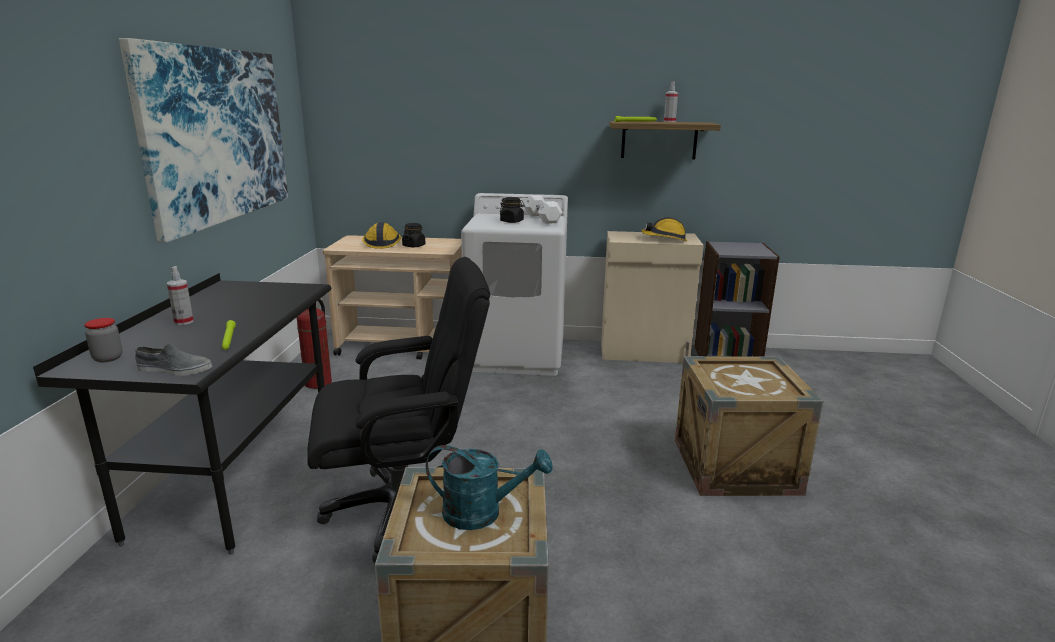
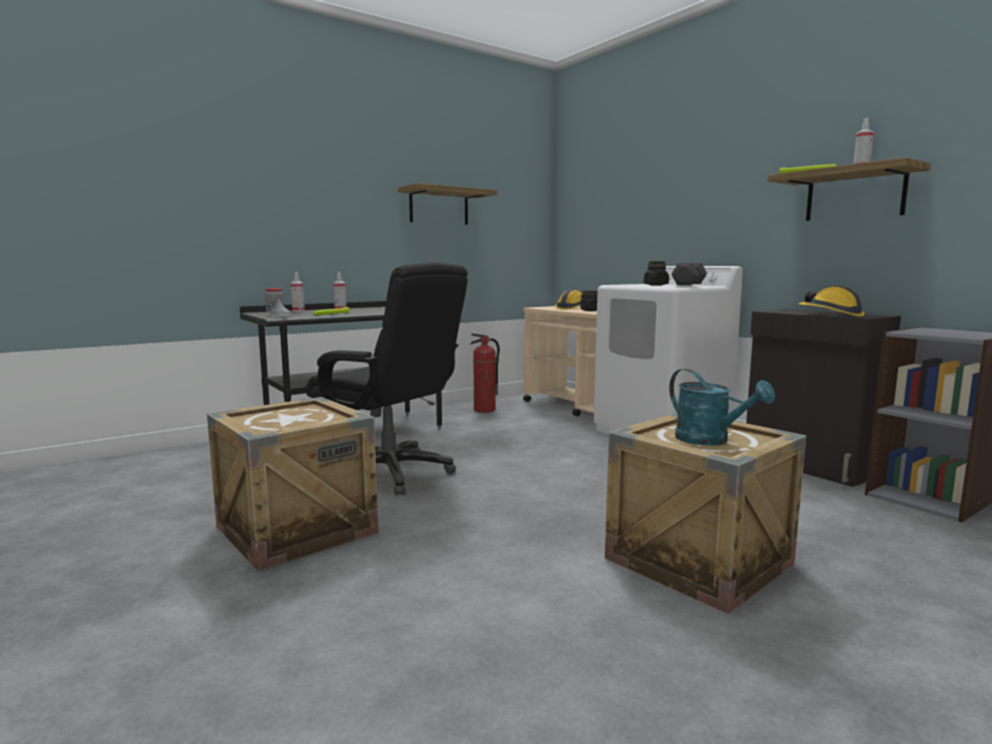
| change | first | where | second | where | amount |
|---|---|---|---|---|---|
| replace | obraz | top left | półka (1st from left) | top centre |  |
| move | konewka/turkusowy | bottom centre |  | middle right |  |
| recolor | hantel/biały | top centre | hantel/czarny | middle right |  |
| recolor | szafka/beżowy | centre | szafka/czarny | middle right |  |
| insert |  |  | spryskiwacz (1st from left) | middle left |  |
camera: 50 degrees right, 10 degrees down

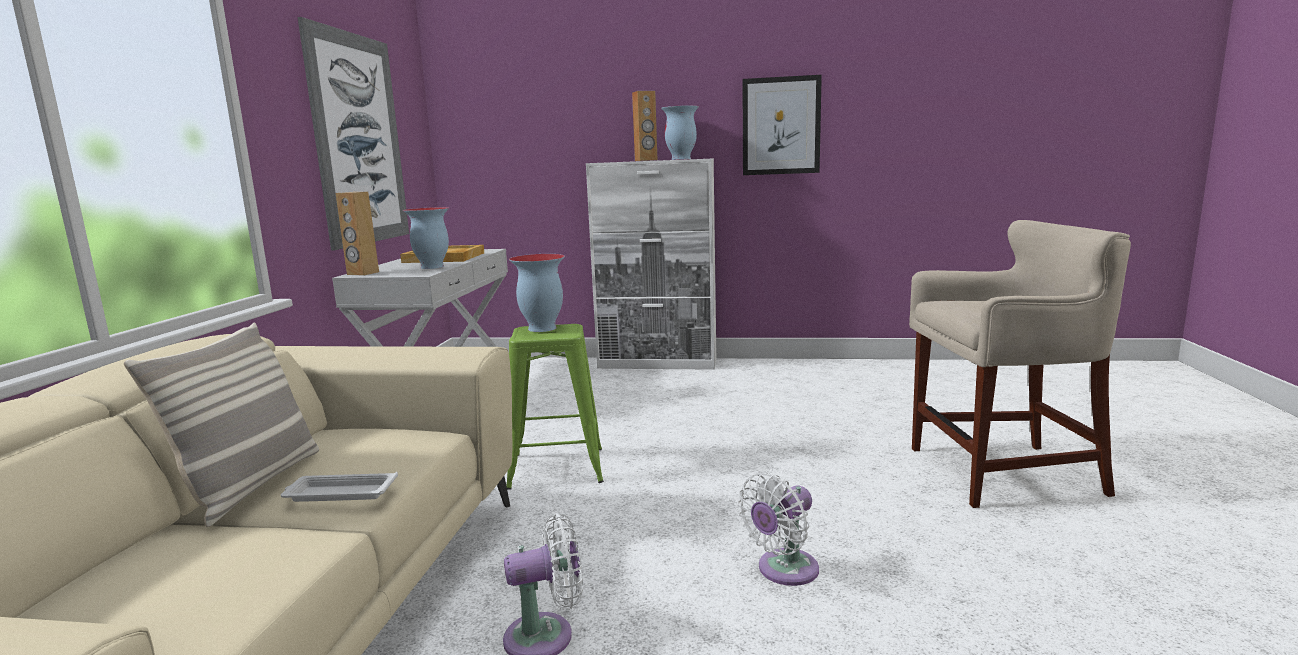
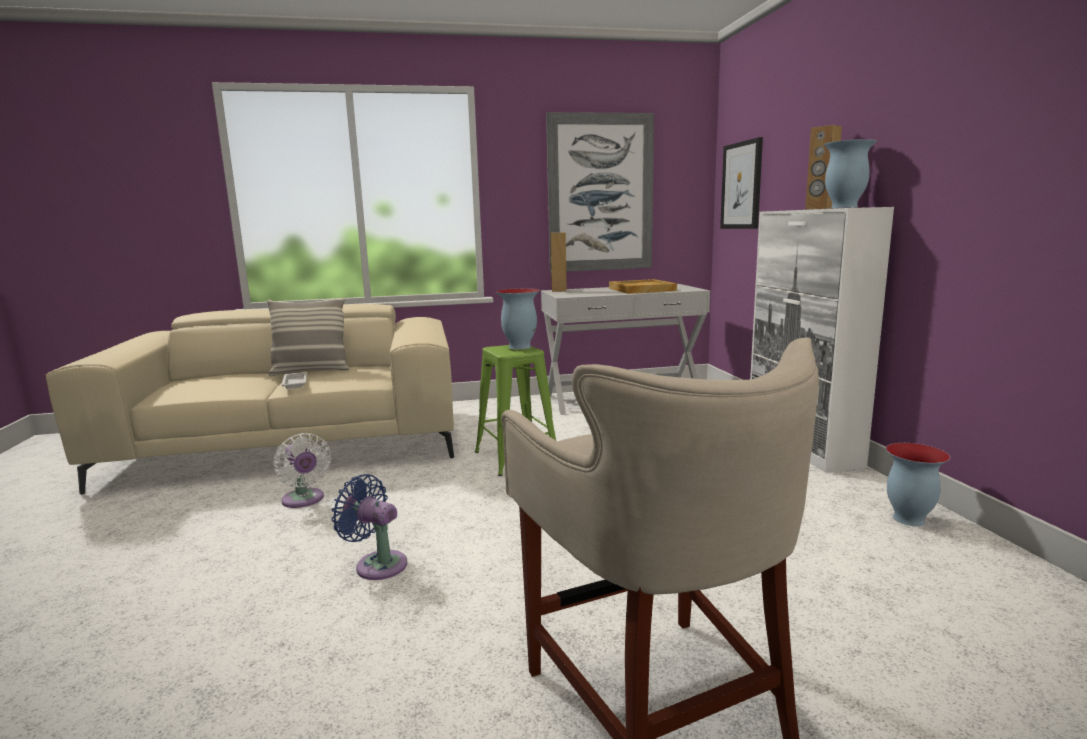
| change | first | where | second | where | amount |
|---|---|---|---|---|---|
| move | wazon (1st from left in the first image) | middle left | wazon (3rd from left) | middle right |  |
| recolor | wentylator/biały (2nd from left) | bottom centre | wentylator/niebieski | bottom centre |  |
| move | obraz (2nd from left) | top centre |  | top right |  |
camera: 70 degrees right, 0 degrees up

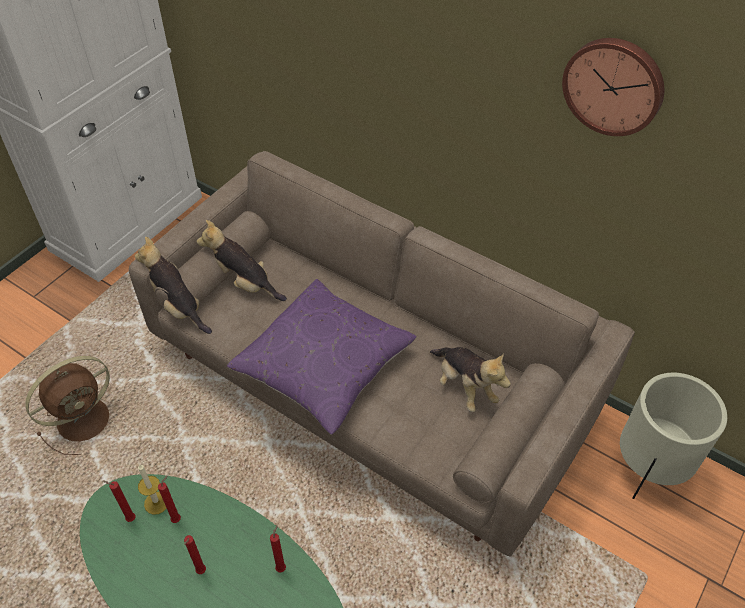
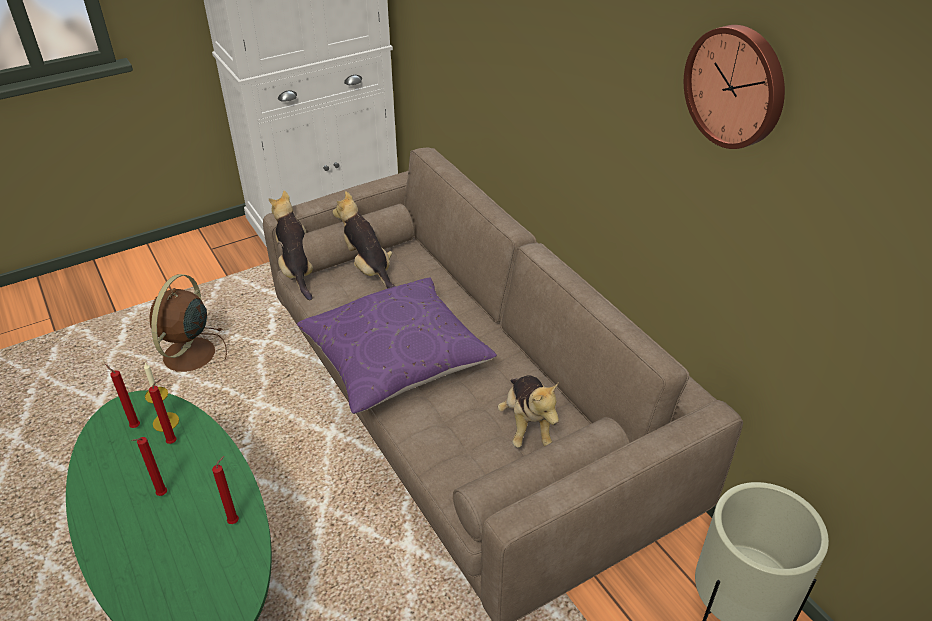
| change | first | where | second | where | amount |
|---|---|---|---|---|---|
| rotate | wentylator/brązowy | middle left |  | middle left | 120 degrees clockwise |
camera: 25 degrees right, 10 degrees down

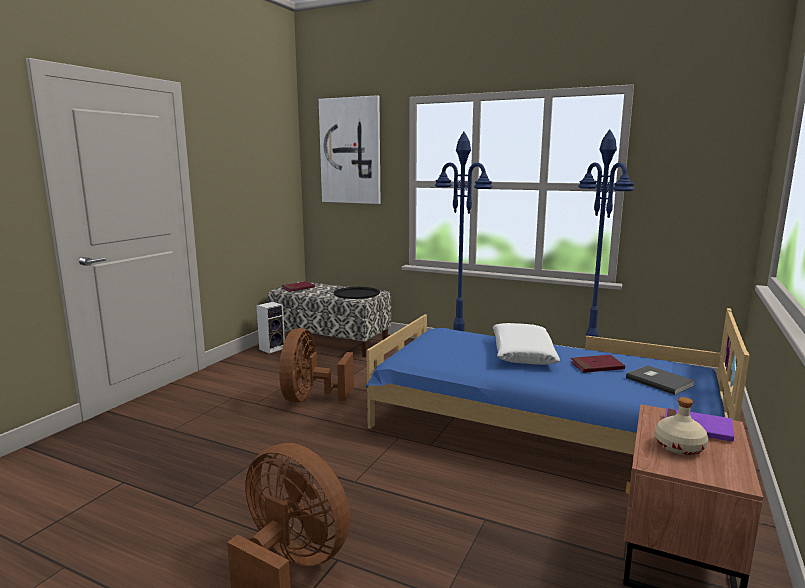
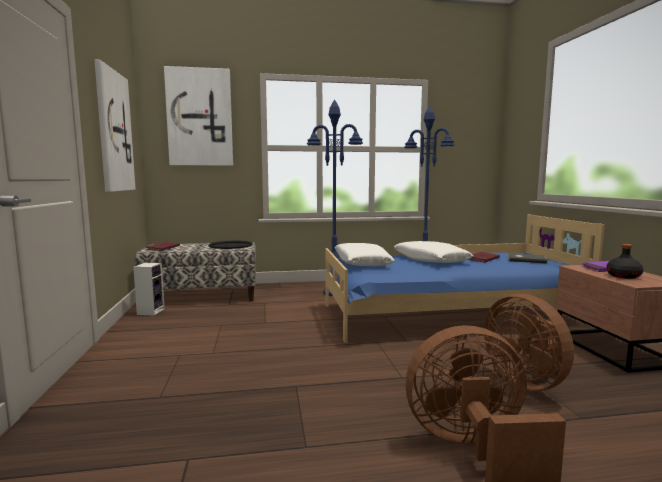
| change | first | where | second | where | amount |
|---|---|---|---|---|---|
| move | wentylator/brązowy (2nd from left) | centre |  | bottom right |  |
| recolor | butelka/beżowy | bottom right | butelka/czarny | middle right |  |
| insert |  |  | obraz (1st from left) | top left |  |
| insert |  |  | poduszka/biały (1st from left) | centre |  |
camera: 35 degrees left, 5 degrees down

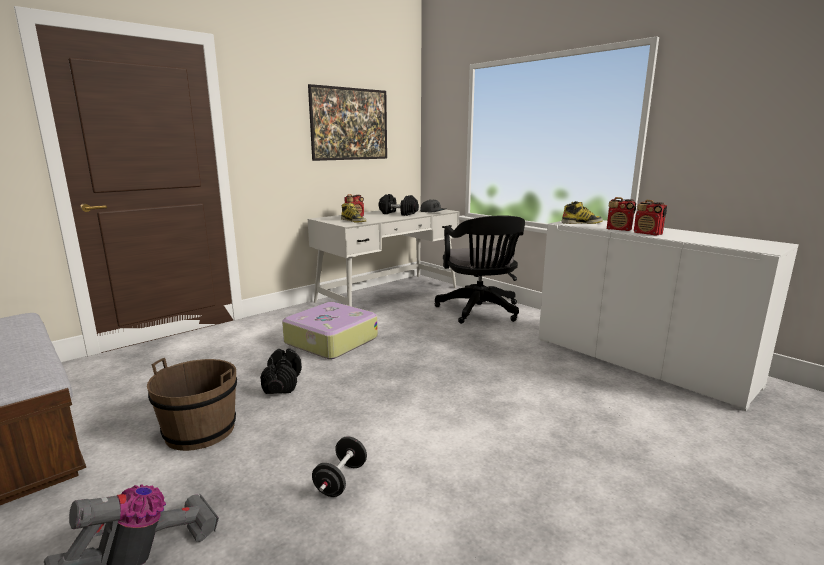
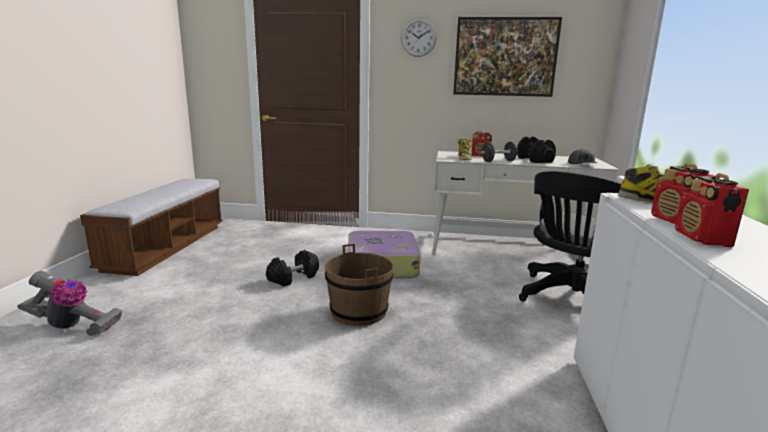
| change | first | where | second | where | amount |
|---|---|---|---|---|---|
| move | wiadro/brązowy | bottom left |  | centre |  |
| move | hantel/czarny (2nd from left) | bottom centre |  | centre |  |
| insert |  |  | zegar ścienny | top centre |  |
camera: 50 degrees right, 0 degrees up

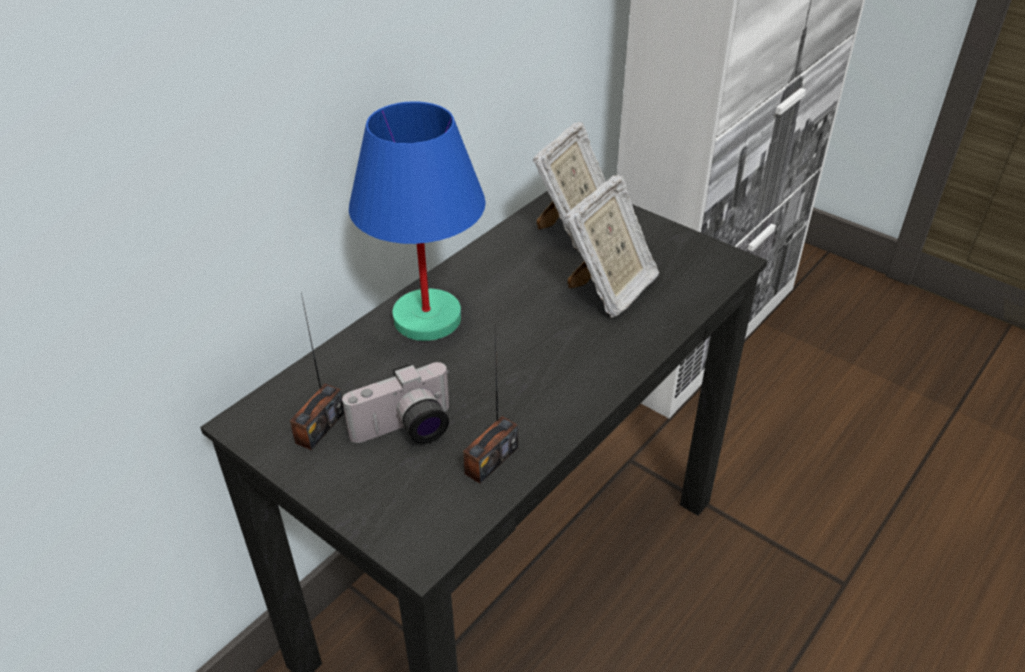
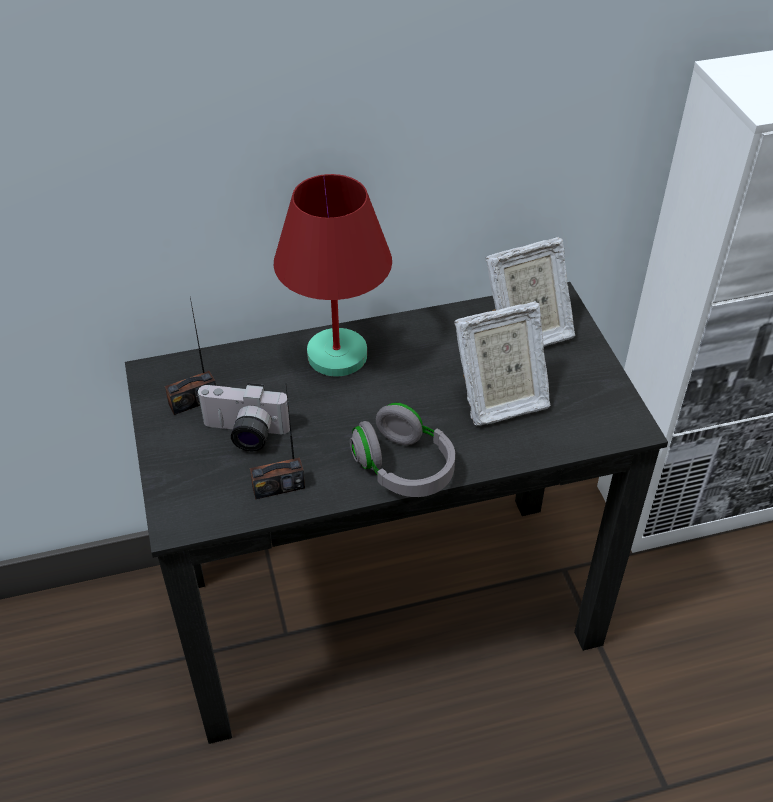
| change | first | where | second | where | amount |
|---|---|---|---|---|---|
| recolor | lampa stołowa/niebieski | top centre | lampa stołowa/czerwony | centre |  |
| insert |  |  | słuchawki/szary | centre |  |
camera: 35 degrees right, 5 degrees up

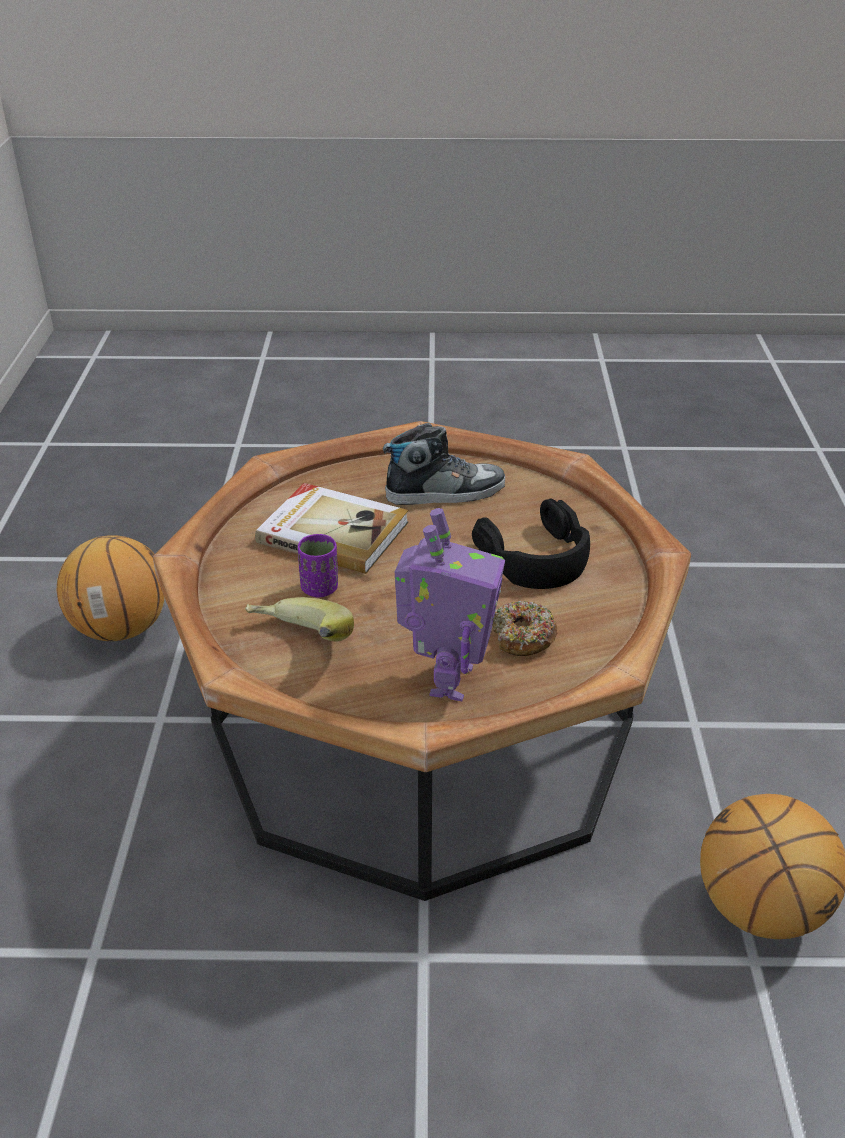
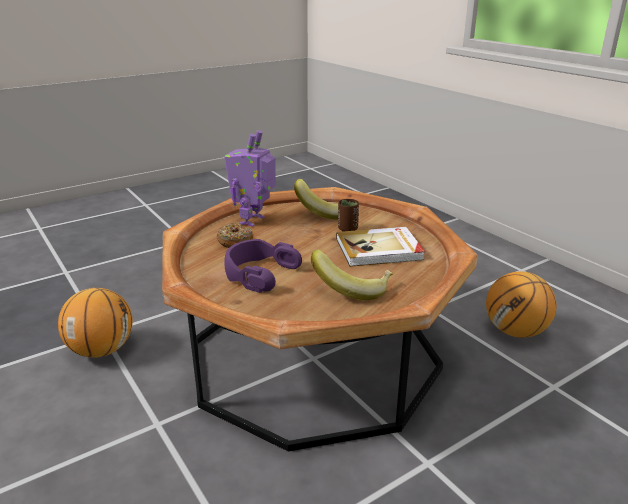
| change | first | where | second | where | amount |
|---|---|---|---|---|---|
| recolor | filiżanka/fioletowy | centre | filiżanka/brązowy | centre |  |
| replace | but | centre | banan (2nd from left) | centre |  |
| rotate | robot zabawkowy | centre |  | centre | 45 degrees clockwise |
| recolor | słuchawki/czarny | centre | słuchawki/fioletowy | centre |  |
camera: 145 degrees right, 10 degrees down

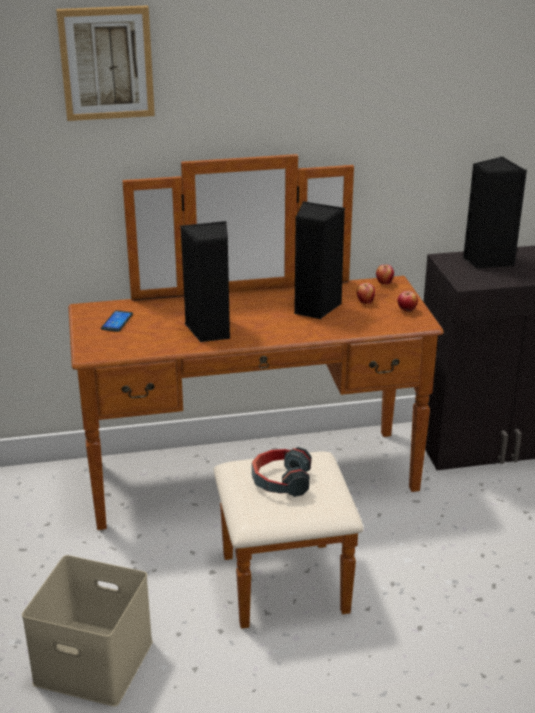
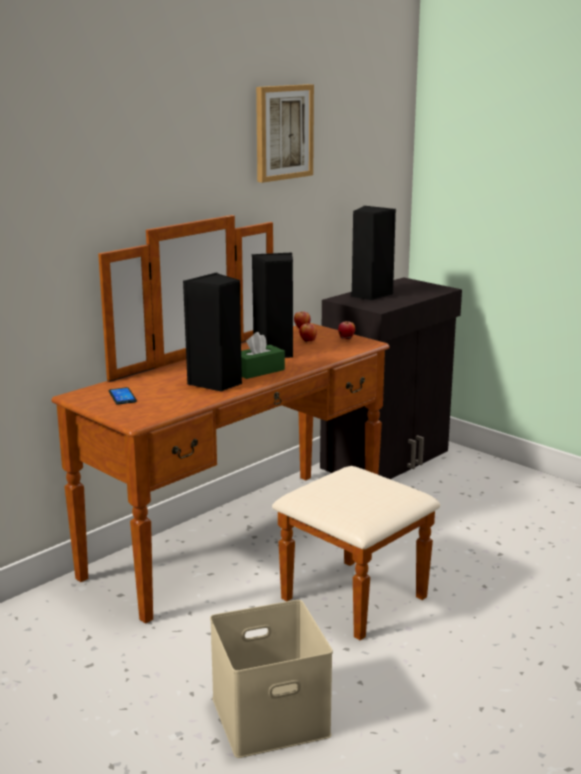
| change | first | where | second | where | amount |
|---|---|---|---|---|---|
| move | obraz | top left |  | top centre |  |
| delete | słuchawki | centre |  |  |  |
| insert |  |  | pudełko chusteczek/zielony | centre |  |
camera: 35 degrees left, 10 degrees down

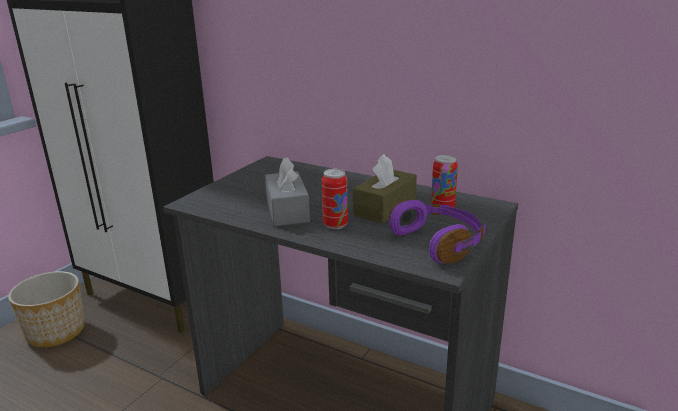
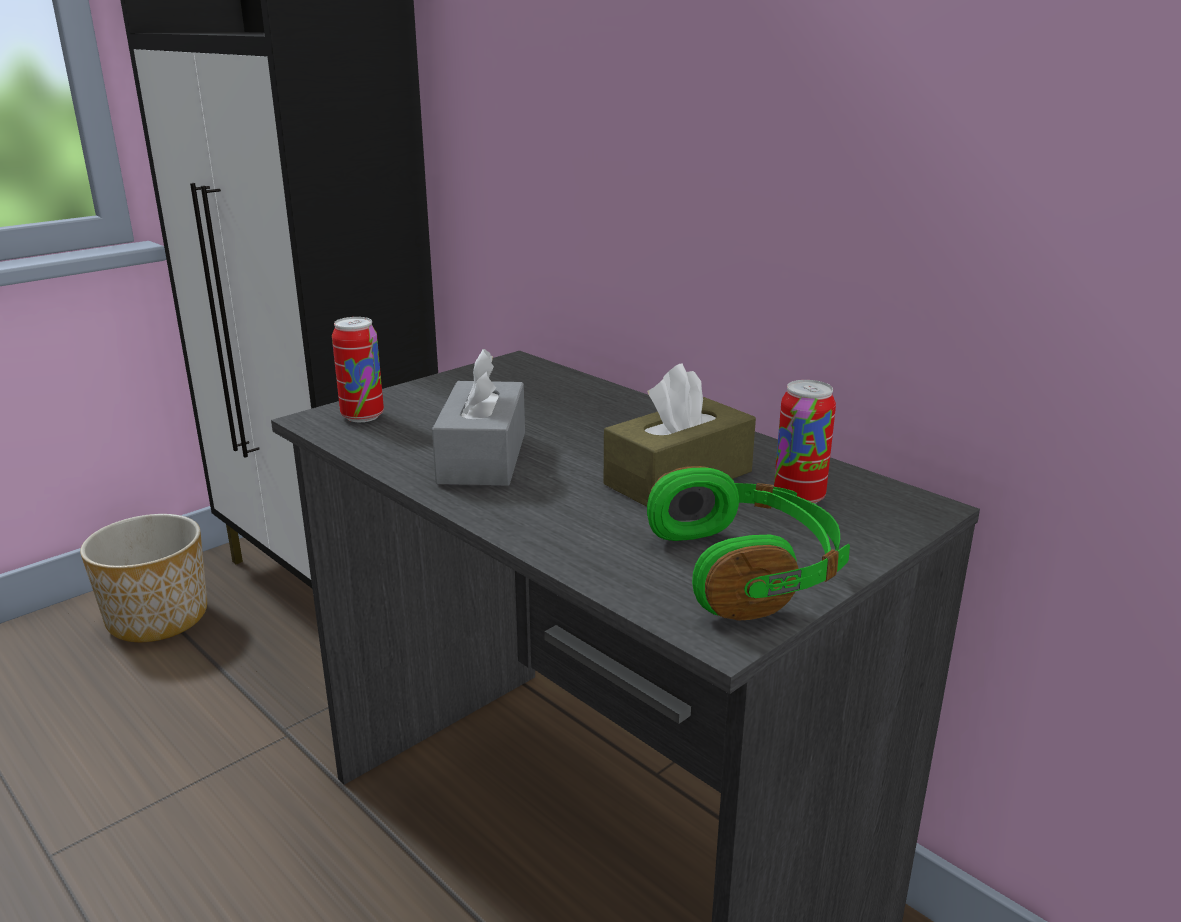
| change | first | where | second | where | amount |
|---|---|---|---|---|---|
| move | puszka (1st from left) | centre |  | middle left |  |
| recolor | słuchawki/fioletowy | centre | słuchawki/zielony | centre |  |
camera: 15 degrees right, 0 degrees up

